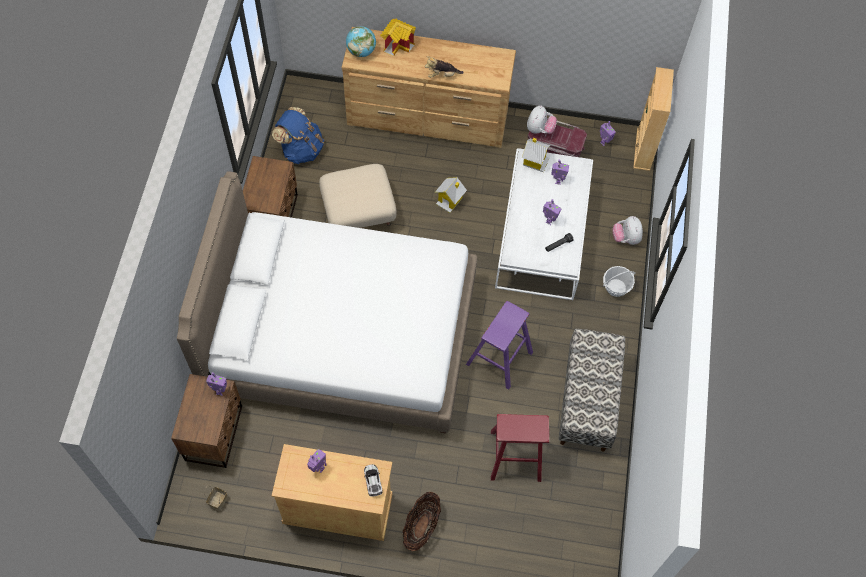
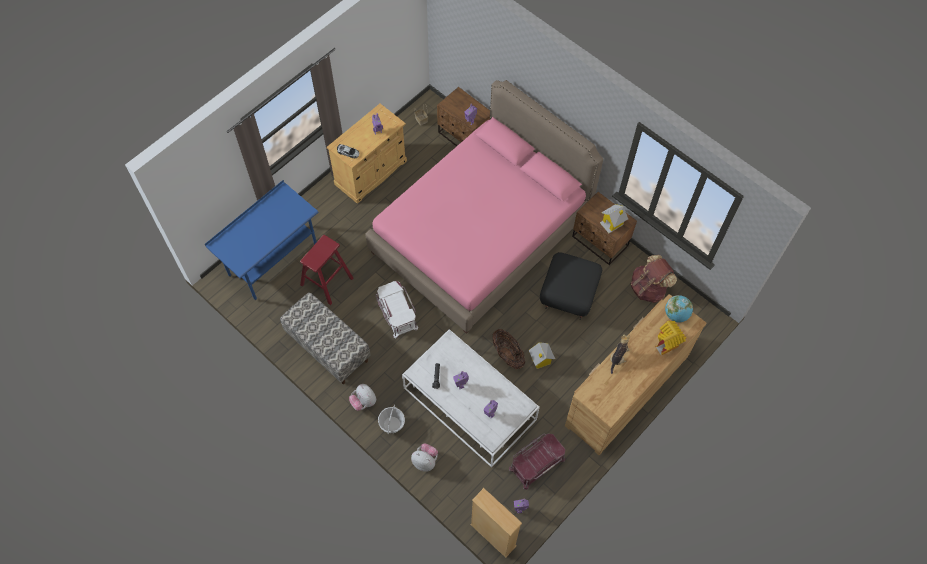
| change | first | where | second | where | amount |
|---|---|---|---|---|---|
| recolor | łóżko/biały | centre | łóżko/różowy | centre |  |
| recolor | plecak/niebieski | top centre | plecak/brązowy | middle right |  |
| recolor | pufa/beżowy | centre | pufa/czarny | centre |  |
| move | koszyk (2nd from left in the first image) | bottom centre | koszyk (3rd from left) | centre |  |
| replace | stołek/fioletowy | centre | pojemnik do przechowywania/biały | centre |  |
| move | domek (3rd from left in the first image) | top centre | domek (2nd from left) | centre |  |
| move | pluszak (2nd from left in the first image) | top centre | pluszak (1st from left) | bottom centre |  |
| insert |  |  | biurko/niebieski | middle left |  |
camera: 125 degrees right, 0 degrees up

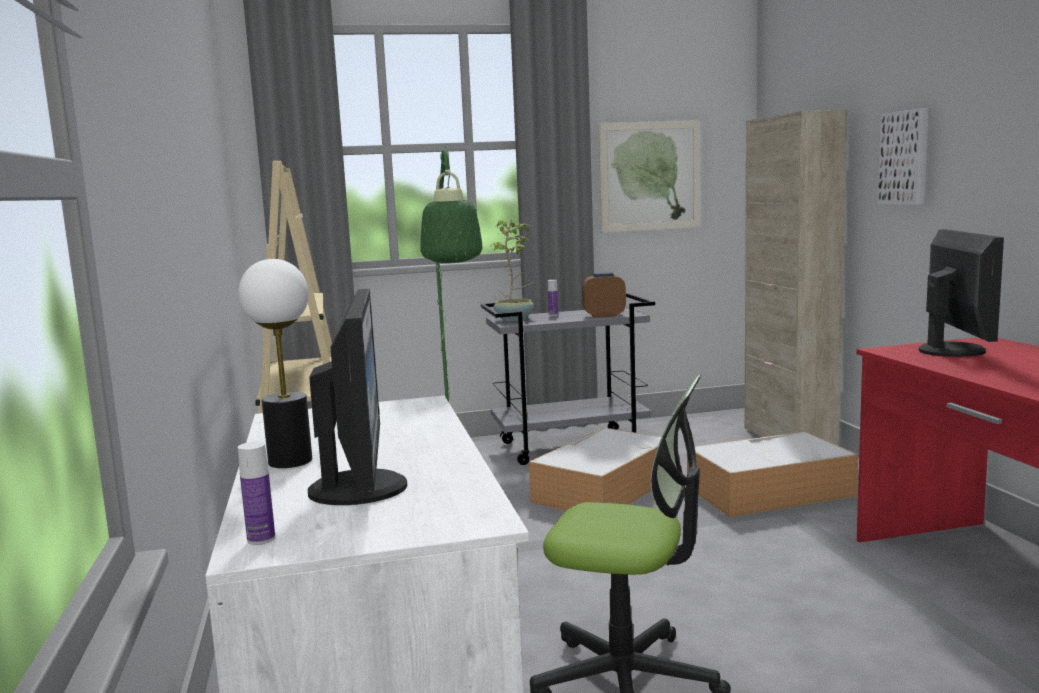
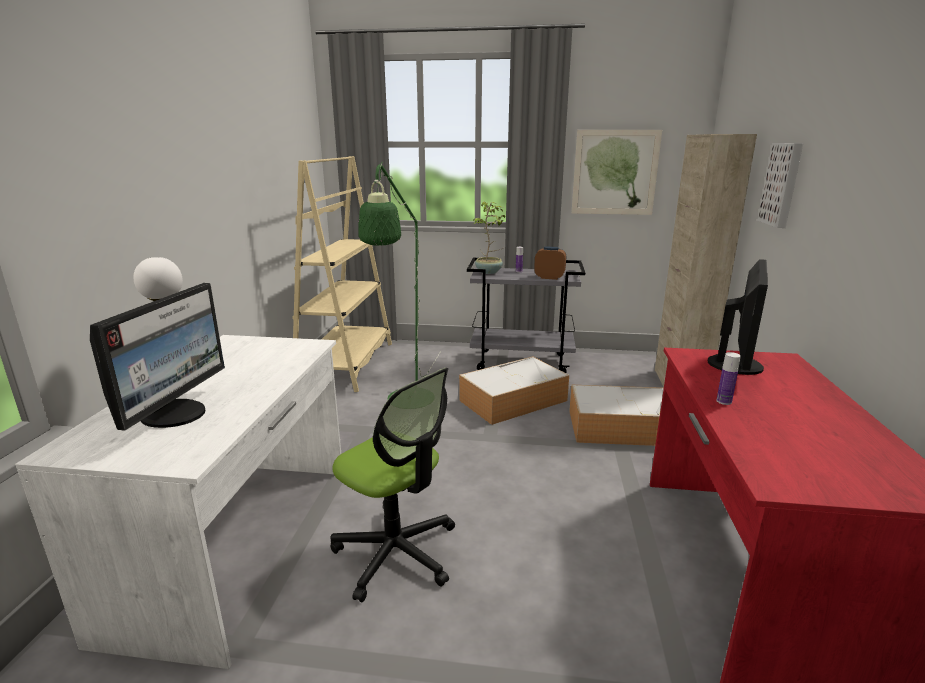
| change | first | where | second | where | amount |
|---|---|---|---|---|---|
| move | butelka (1st from left in the first image) | bottom left | butelka (2nd from left) | middle right |  |
camera: 20 degrees right, 10 degrees up

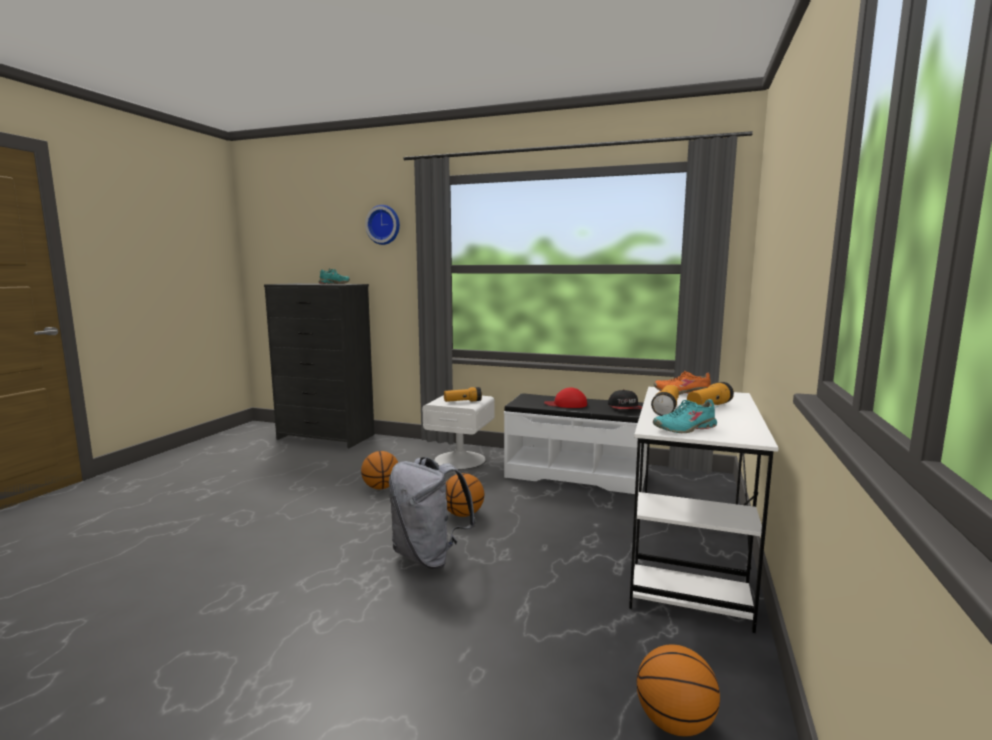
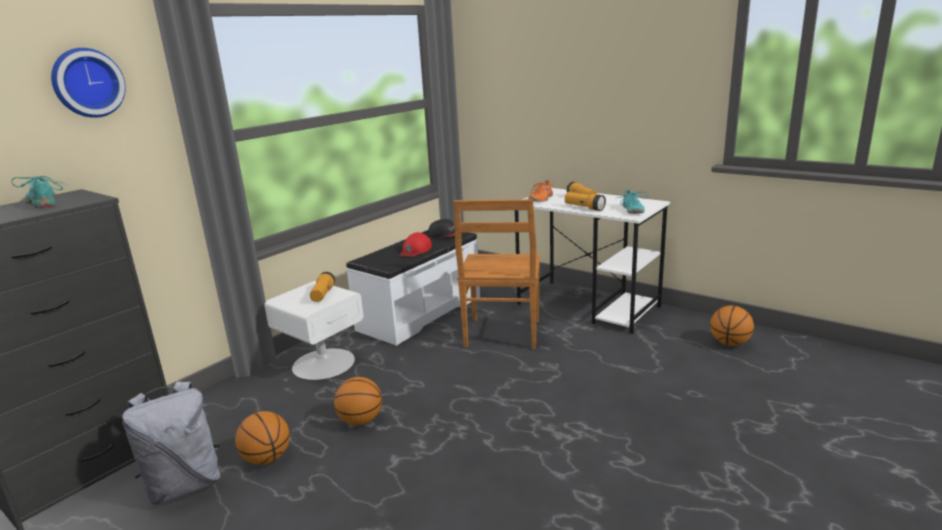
| change | first | where | second | where | amount |
|---|---|---|---|---|---|
| move | plecak/szary | bottom centre |  | bottom left |  |
| move | piłka do koszykówki (2nd from left in the first image) | bottom centre | piłka do koszykówki (1st from left) | bottom left |  |
| insert |  |  | krzesło/brązowy | centre |  |
camera: 70 degrees left, 10 degrees up

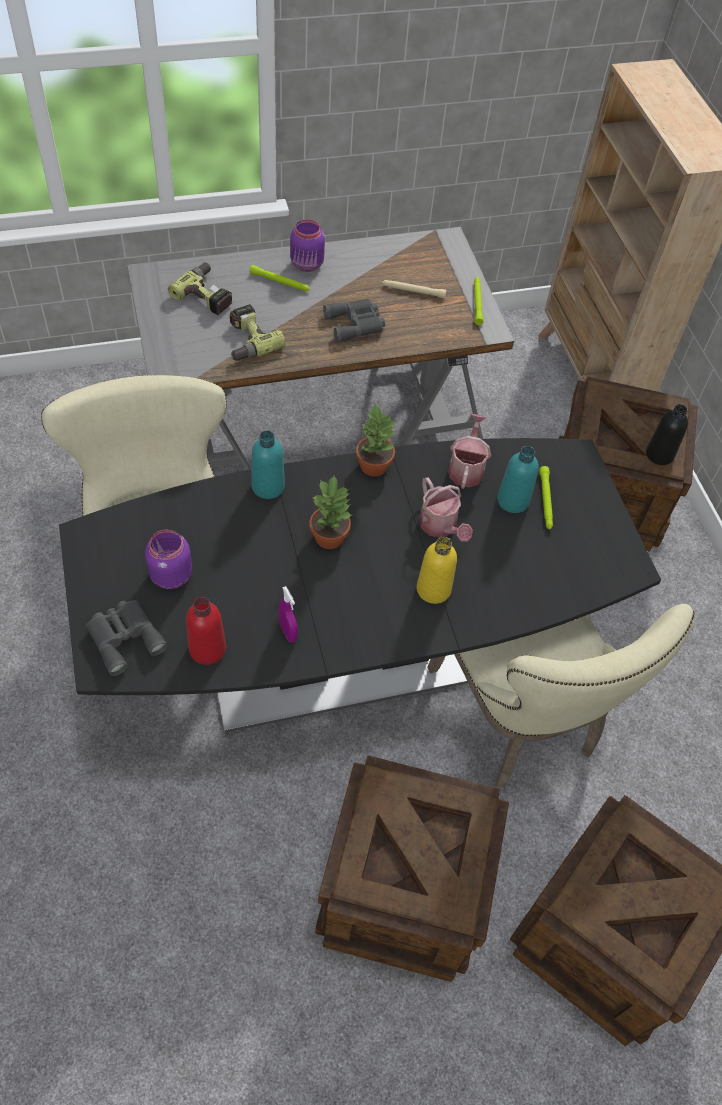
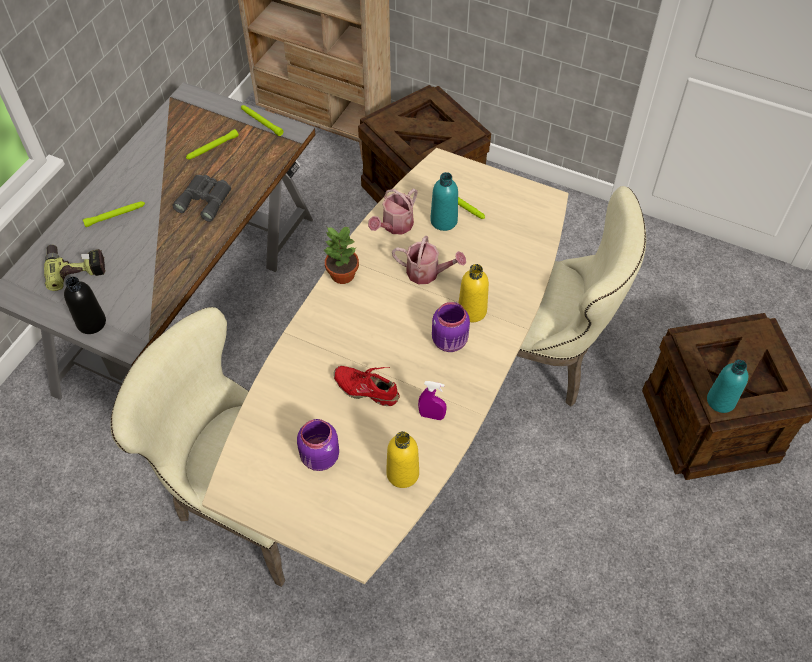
| change | first | where | second | where | amount |
|---|---|---|---|---|---|
| recolor | stół jadalny/czarny | centre | stół jadalny/beżowy | centre |  |
| delete | lornetka/szary (1st from left) | middle left |  |  |  |
| recolor | butelka/czerwony | middle left | butelka/żółty (1st from left) | bottom centre |  |
| delete | wiertarka (2nd from left) | top centre |  |  |  |
| move | butelka/turkusowy (1st from left in the first image) | centre | butelka/turkusowy (2nd from left) | middle right |  |
| move | słoik/fioletowy (2nd from left) | top centre |  | centre |  |
| delete | roślina doniczkowa (1st from left) | centre |  |  |  |
| delete | skrzynka (1st from left) | bottom centre |  |  |  |
| recolor | latarka/beżowy | top centre | latarka/zielony (2nd from left) | top left |  |
| rotate | konewka (2nd from left in the first image) | centre | konewka (1st from left) | top centre | 105 degrees counterclockwise |
| move | butelka/czarny | middle right |  | middle left |  |
| insert |  |  | but/czerwony | centre |  |
camera: 45 degrees left, 0 degrees up

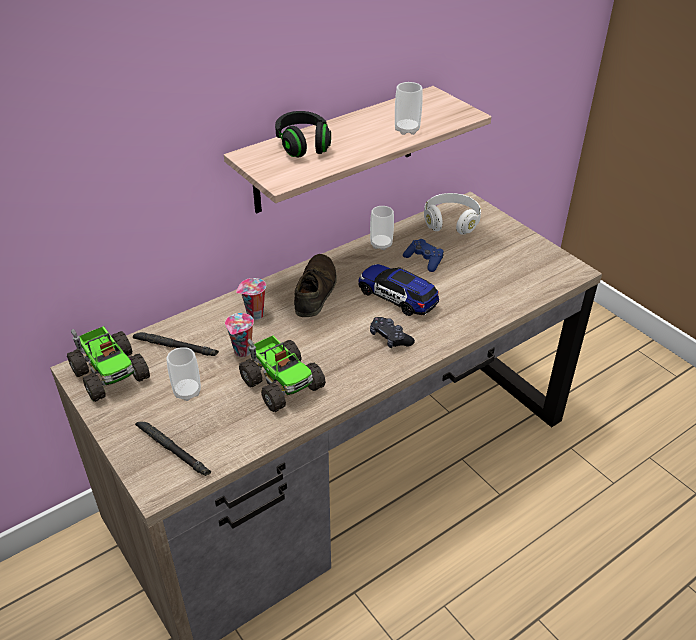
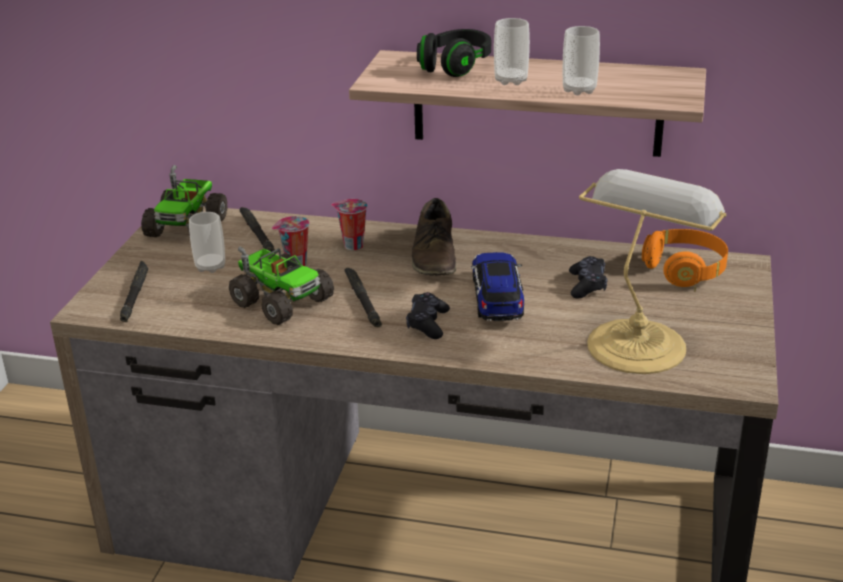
| change | first | where | second | where | amount |
|---|---|---|---|---|---|
| rotate | ciężarówka zabawkowa (2nd from left) | centre |  | centre | 60 degrees counterclockwise |
| rotate | but/brązowy | centre |  | centre | 120 degrees clockwise |
| move | filiżanka (4th from left) | centre |  | top centre |  |
| recolor | pad do gier/niebieski | centre | pad do gier/czarny (2nd from left) | middle right |  |
| recolor | słuchawki/biały | centre | słuchawki/pomarańczowy | middle right |  |
| insert |  |  | latarka/czarny (3rd from left) | centre |  |
| insert |  |  | lampa stołowa | middle right |  |
camera: 50 degrees right, 10 degrees down

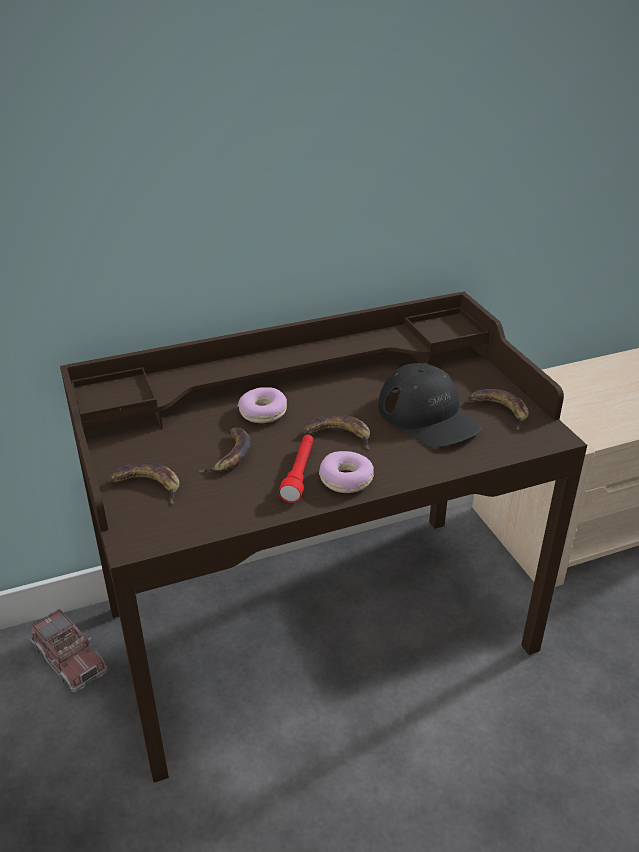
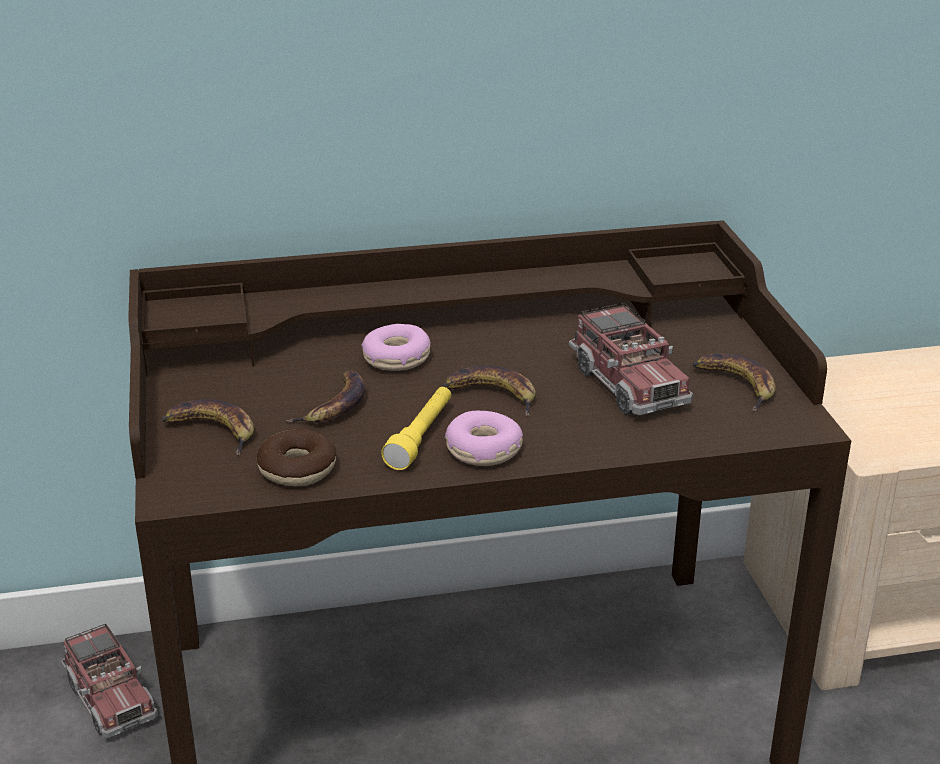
| change | first | where | second | where | amount |
|---|---|---|---|---|---|
| recolor | latarka/czerwony | centre | latarka/żółty | centre |  |
| replace | czapka z daszkiem/czarny | middle right | ciężarówka zabawkowa (2nd from left) | middle right |  |
| insert |  |  | donut (1st from left) | middle left |  |
camera: 10 degrees right, 5 degrees down

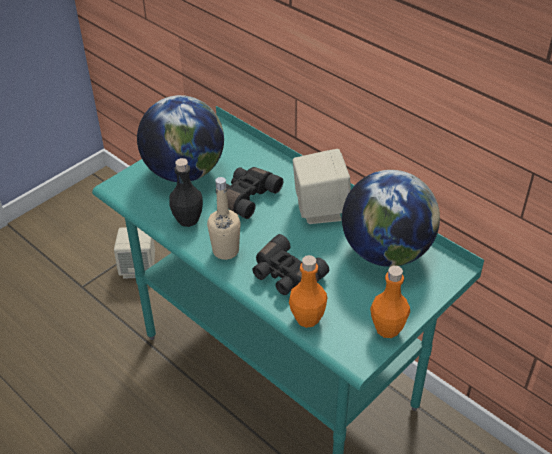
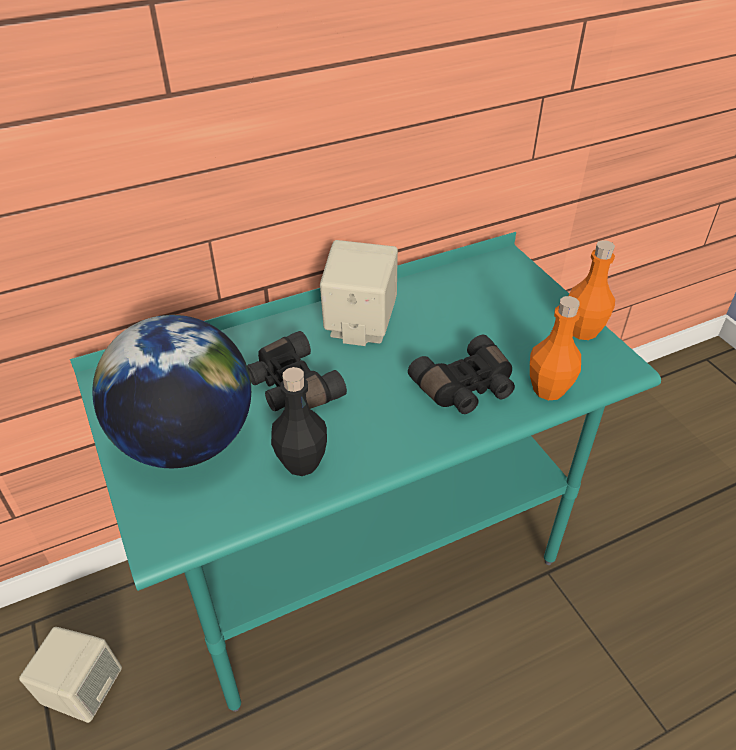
| change | first | where | second | where | amount |
|---|---|---|---|---|---|
| delete | butelka/beżowy | centre |  |  |  |
| delete | globus (2nd from left) | middle right |  |  |  |
camera: 70 degrees left, 0 degrees up

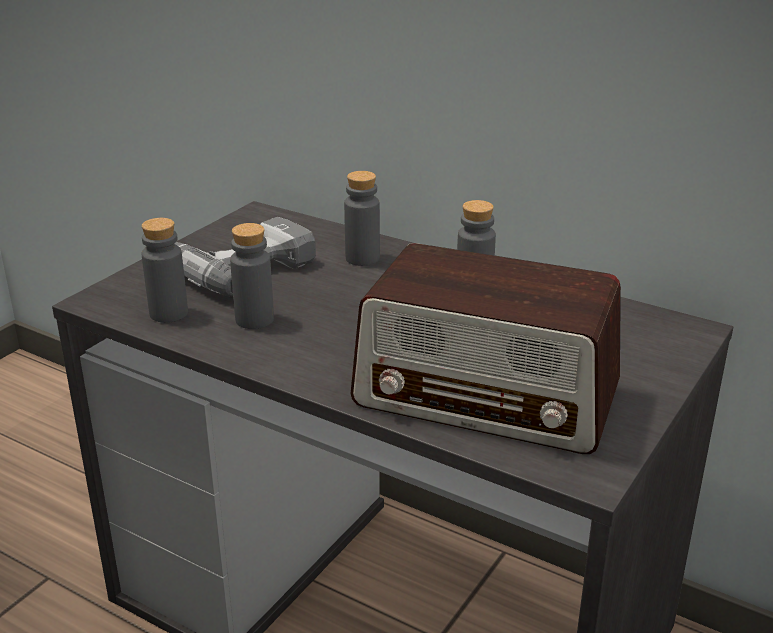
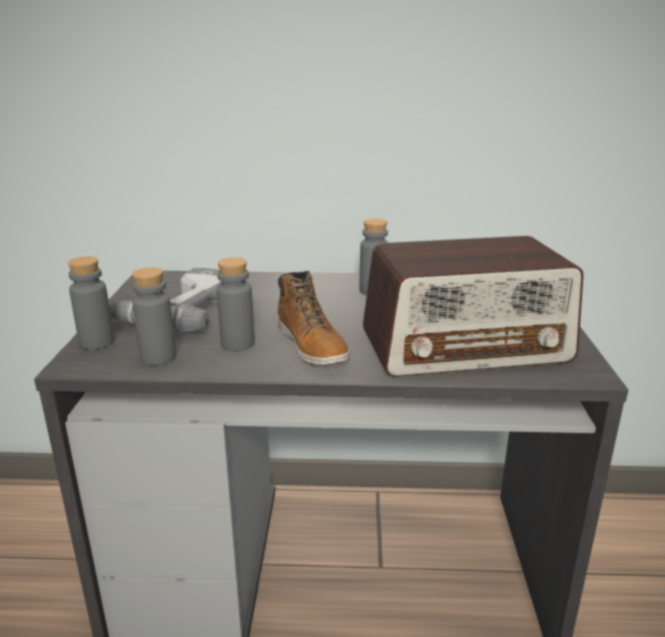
| change | first | where | second | where | amount |
|---|---|---|---|---|---|
| move | butelka/szary (3rd from left in the first image) | centre | butelka/szary (1st from left) | middle left |  |
| insert |  |  | but z cholewką | centre |  |
camera: 30 degrees left, 5 degrees down

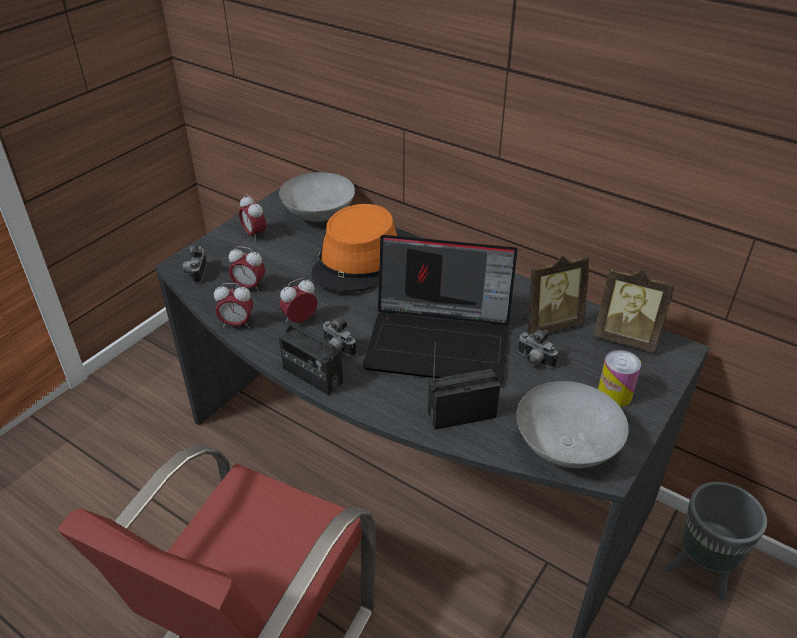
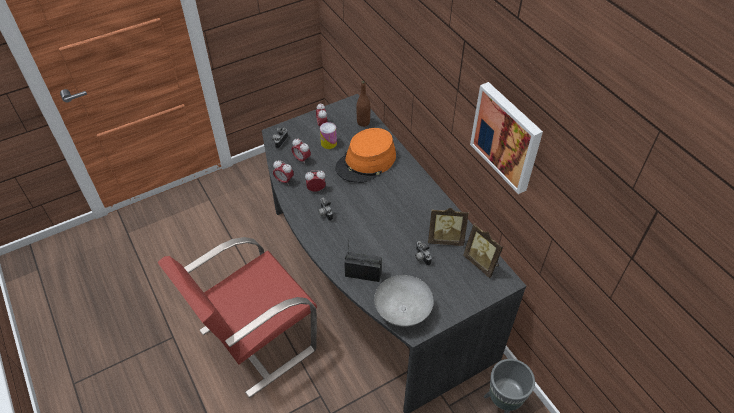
| change | first | where | second | where | amount |
|---|---|---|---|---|---|
| replace | miska/szary (1st from left) | top centre | butelka/brązowy | top centre |  |
| delete | radio (1st from left) | centre |  |  |  |
| delete | laptop | centre |  |  |  |
| move | puszka | middle right |  | top centre |  |
| insert |  |  | obraz | middle right |  |
camera: 25 degrees right, 10 degrees up

